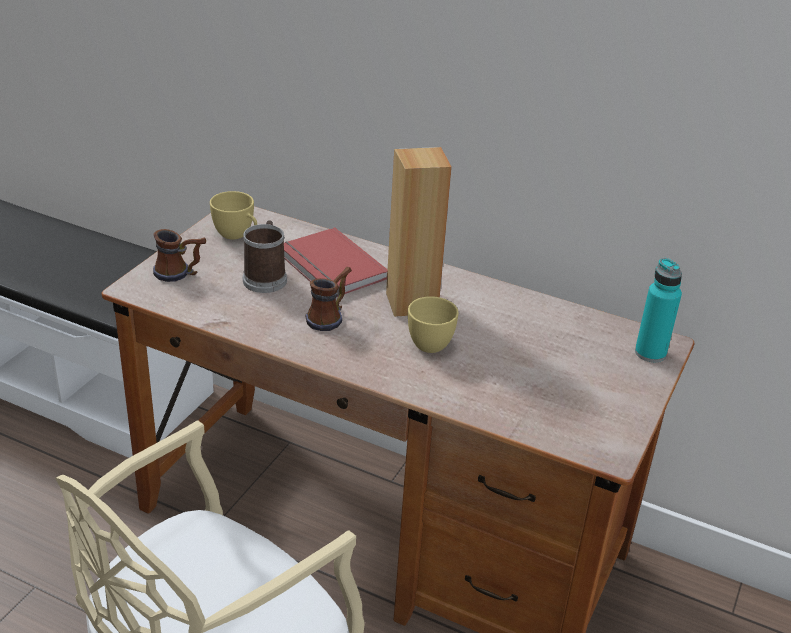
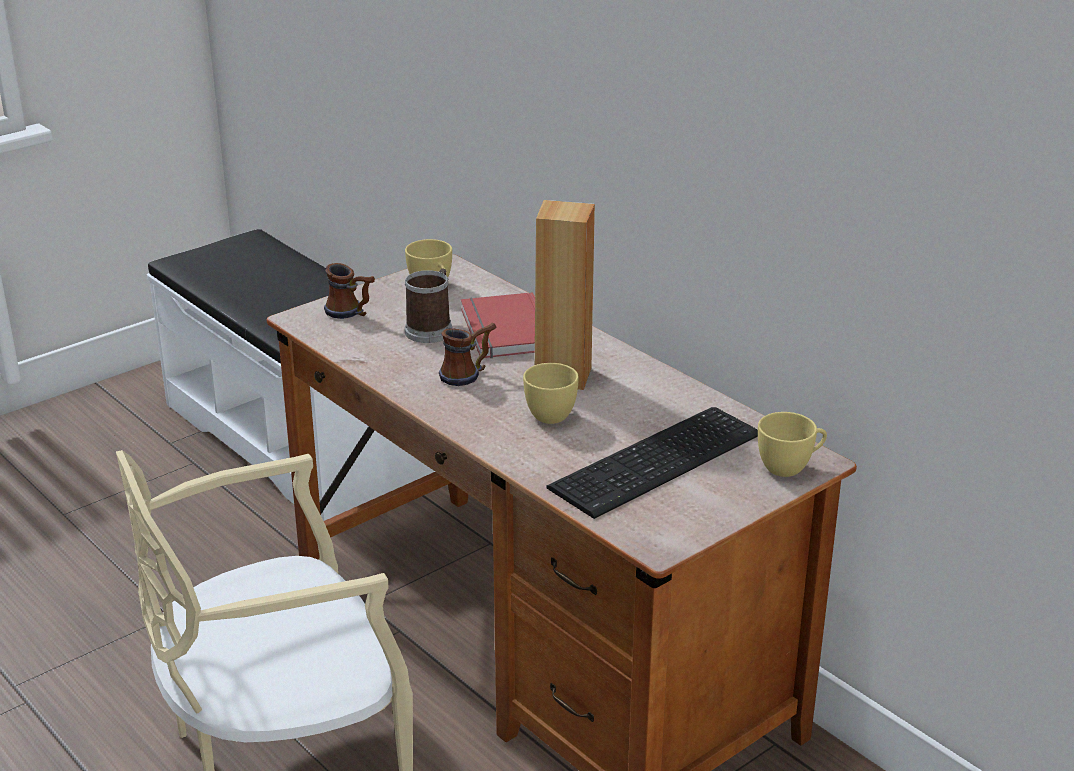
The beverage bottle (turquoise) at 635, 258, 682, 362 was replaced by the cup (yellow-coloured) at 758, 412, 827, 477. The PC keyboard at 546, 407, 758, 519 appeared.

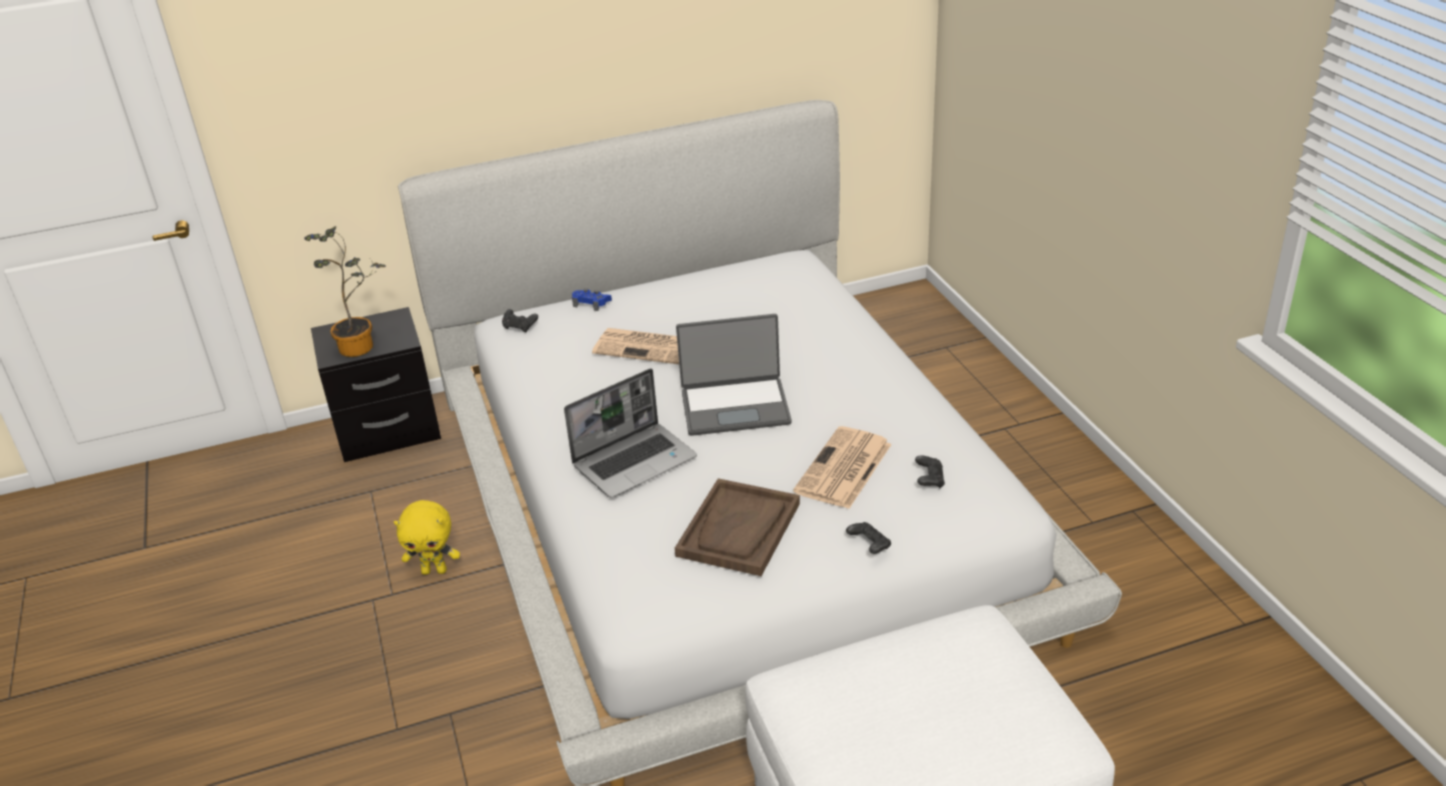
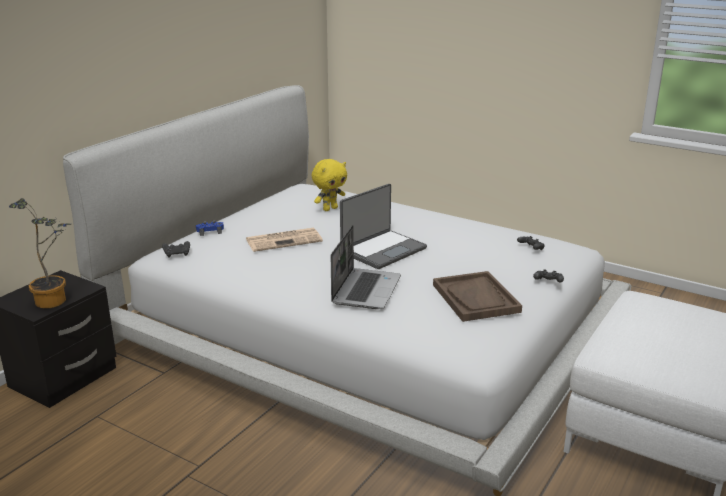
The printed paper at 793, 426, 892, 509 disappeared. The cuddly toy (yellow-coloured) moved from 394, 500, 460, 575 to 312, 159, 347, 211.

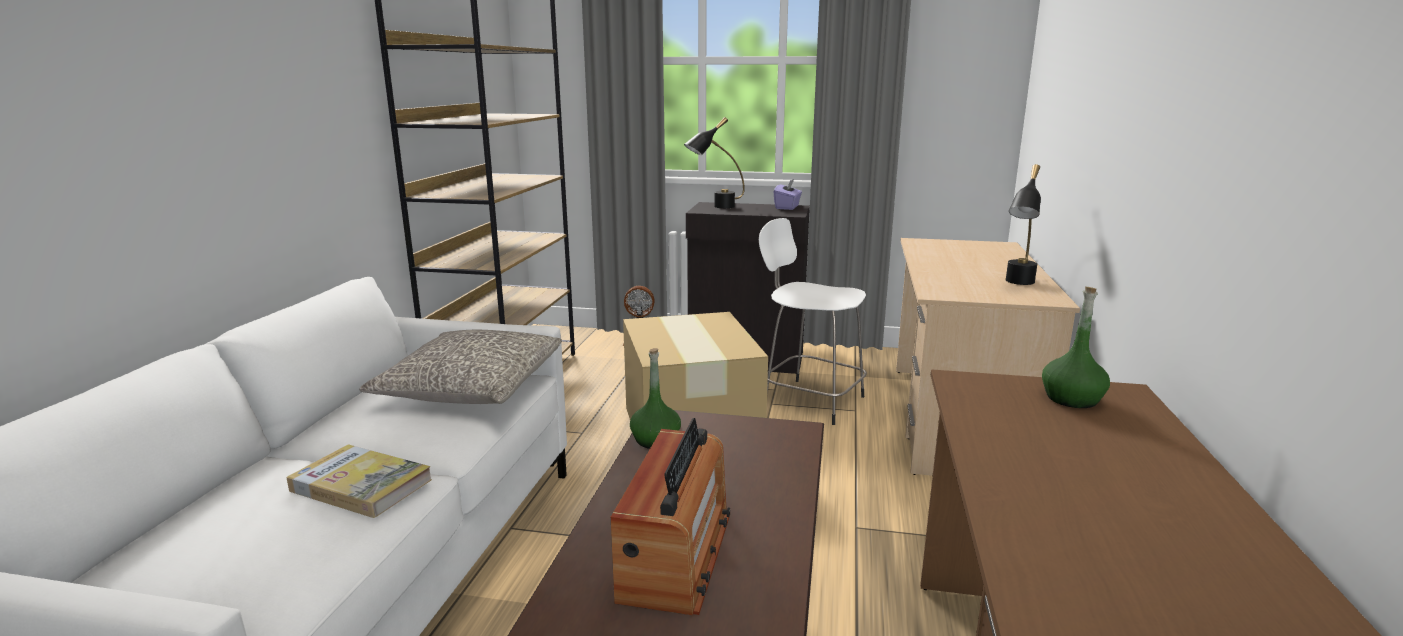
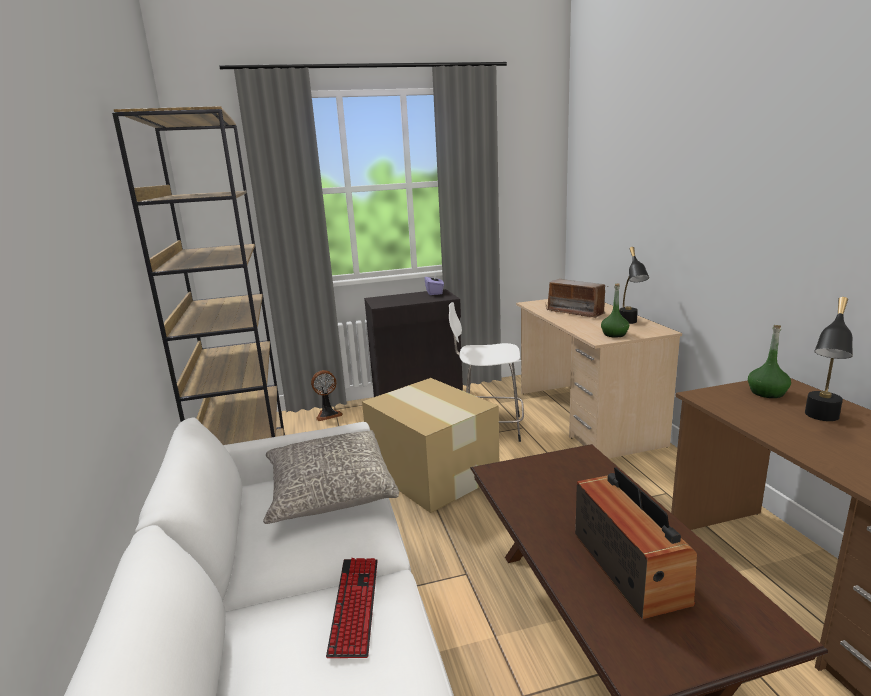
The lamp for a table (black) moved from 684, 117, 745, 208 to 805, 297, 852, 421. The beverage bottle (greenish) moved from 630, 348, 681, 449 to 601, 283, 629, 338. The bound book at 286, 444, 432, 518 was replaced by the PC keyboard at 326, 558, 378, 658. The radio receiver at 546, 279, 605, 318 appeared.

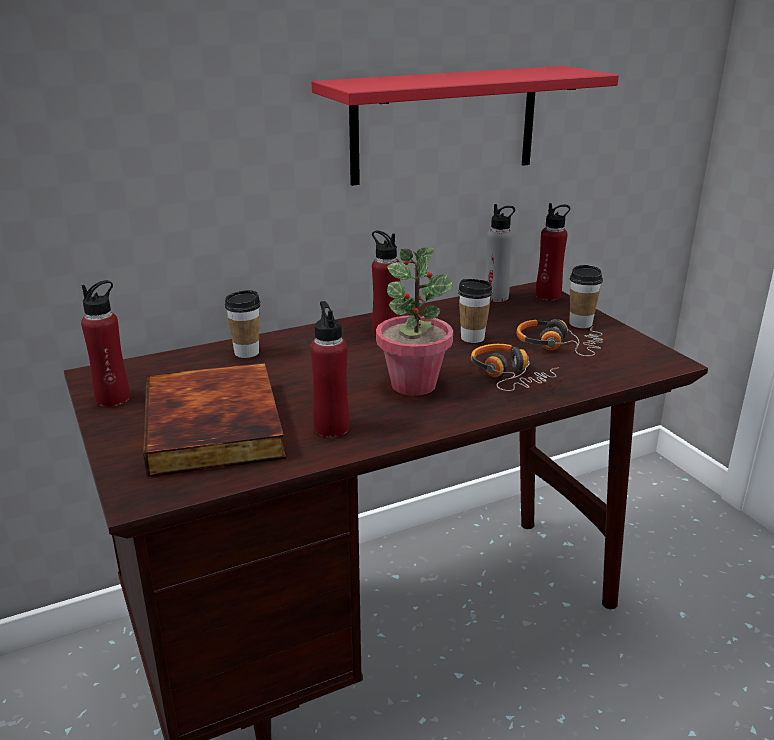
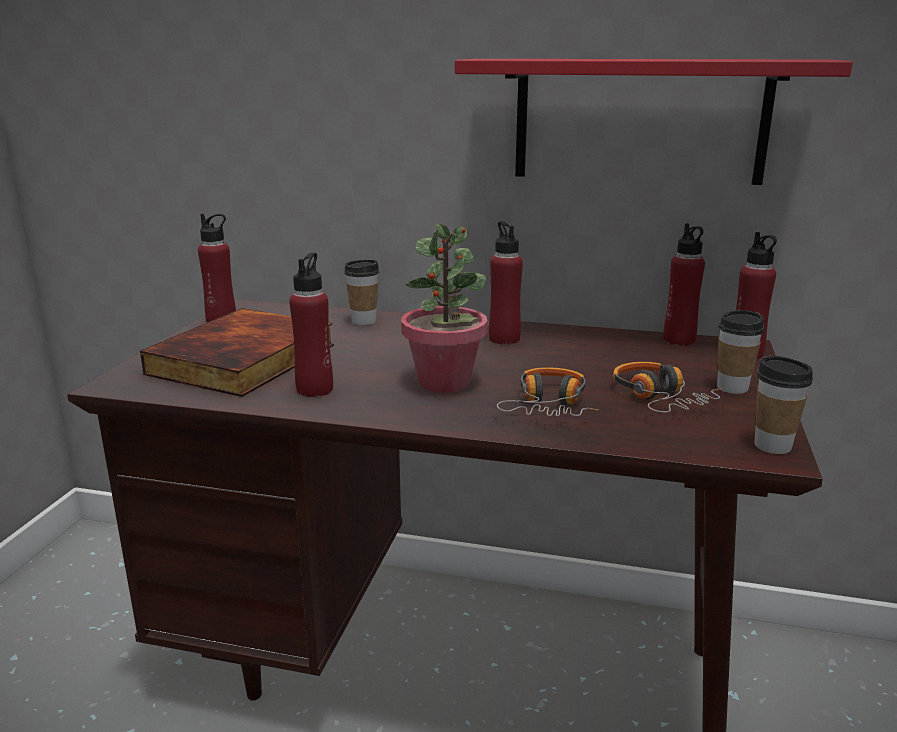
The beverage bottle (greyish) at 485, 204, 515, 302 became the beverage bottle (reddish) at 663, 223, 705, 346. The cup moved from 458, 279, 492, 343 to 754, 356, 813, 454.

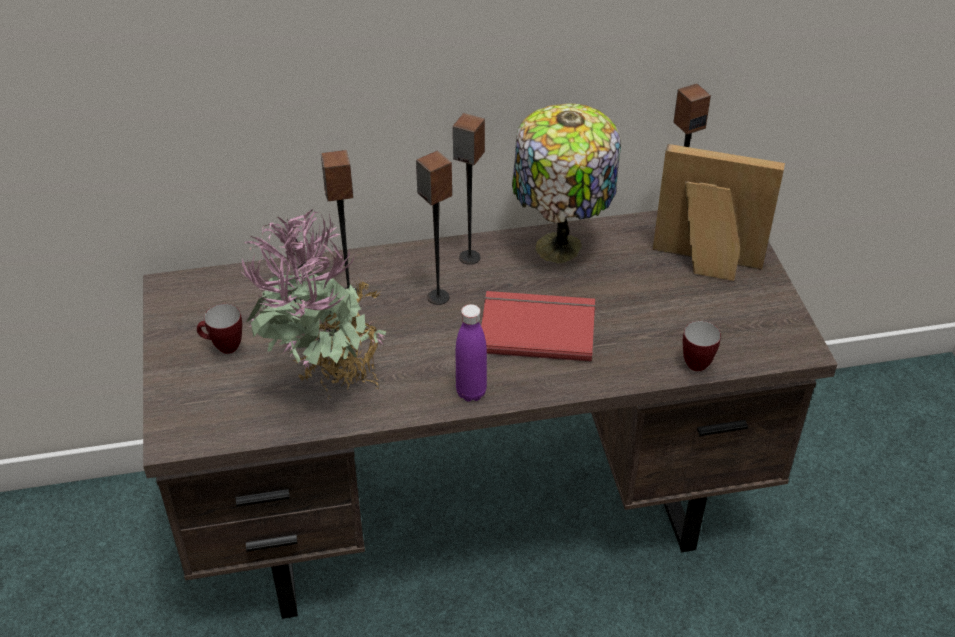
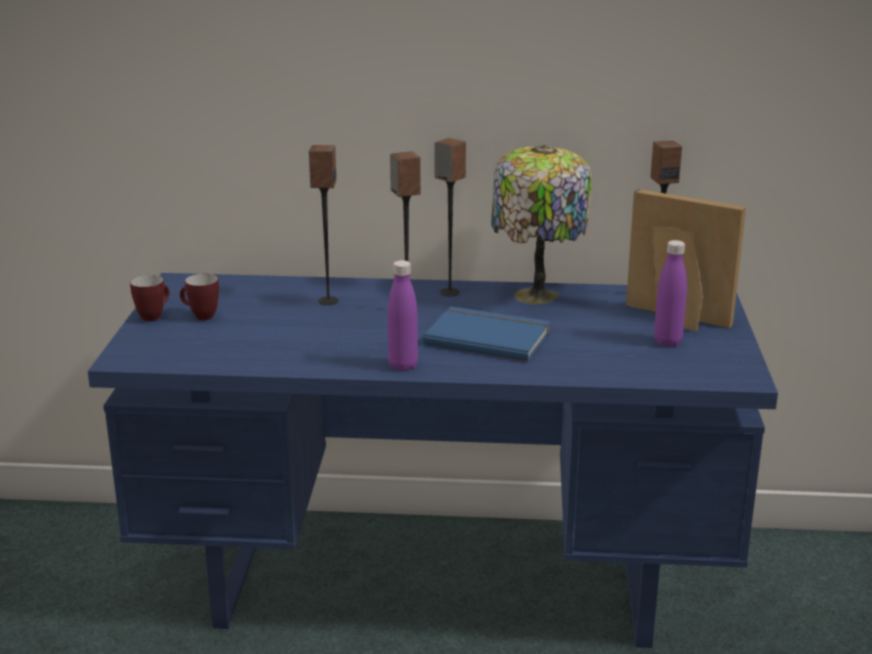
The potted plant at 238, 208, 386, 399 disappeared. The desk table (brownish) at 143, 210, 837, 619 became the desk table (bluish) at 88, 273, 778, 648. The bound book (reddish) at 481, 291, 596, 362 became the bound book (bluish) at 423, 306, 550, 362. The tea mug moved from 683, 321, 721, 371 to 130, 275, 170, 322. The beverage bottle (purple-coloured) at 654, 240, 687, 347 appeared.

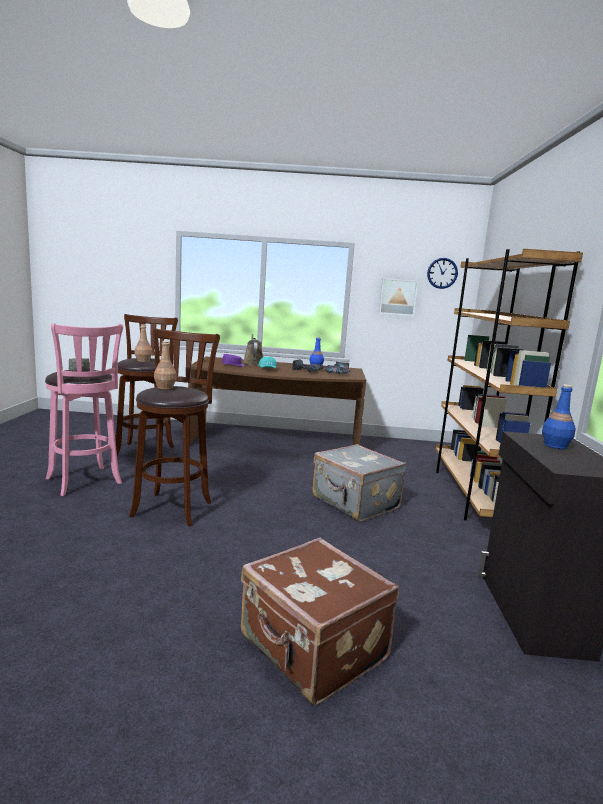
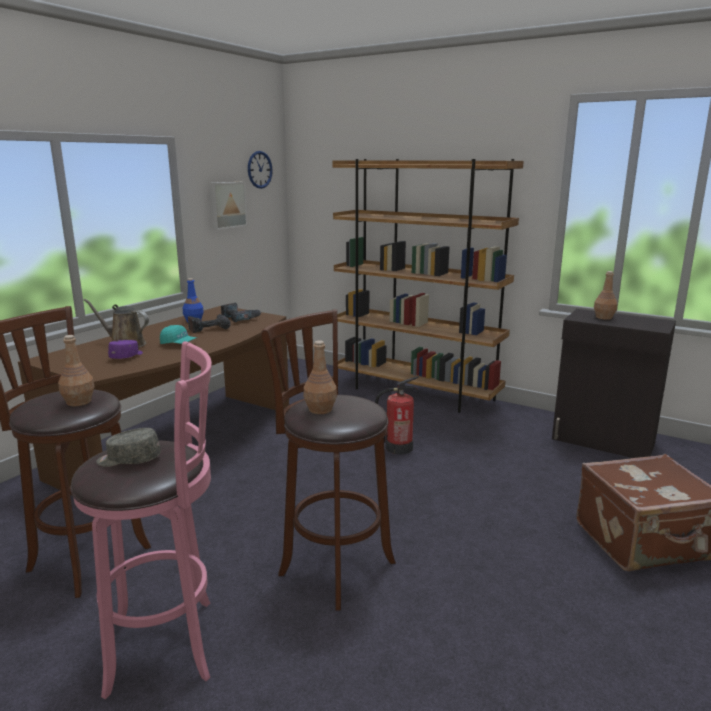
The beverage bottle (bluish) at 542, 384, 576, 449 became the beverage bottle (brownish) at 594, 271, 618, 320. The piece of luggage (greyish) at 312, 444, 406, 522 was replaced by the fire-fighting cylinder at 375, 376, 419, 454.

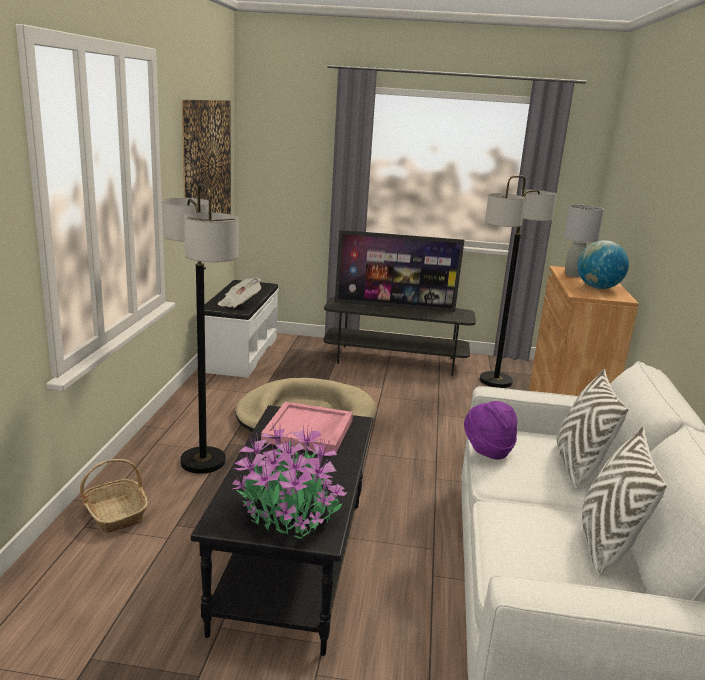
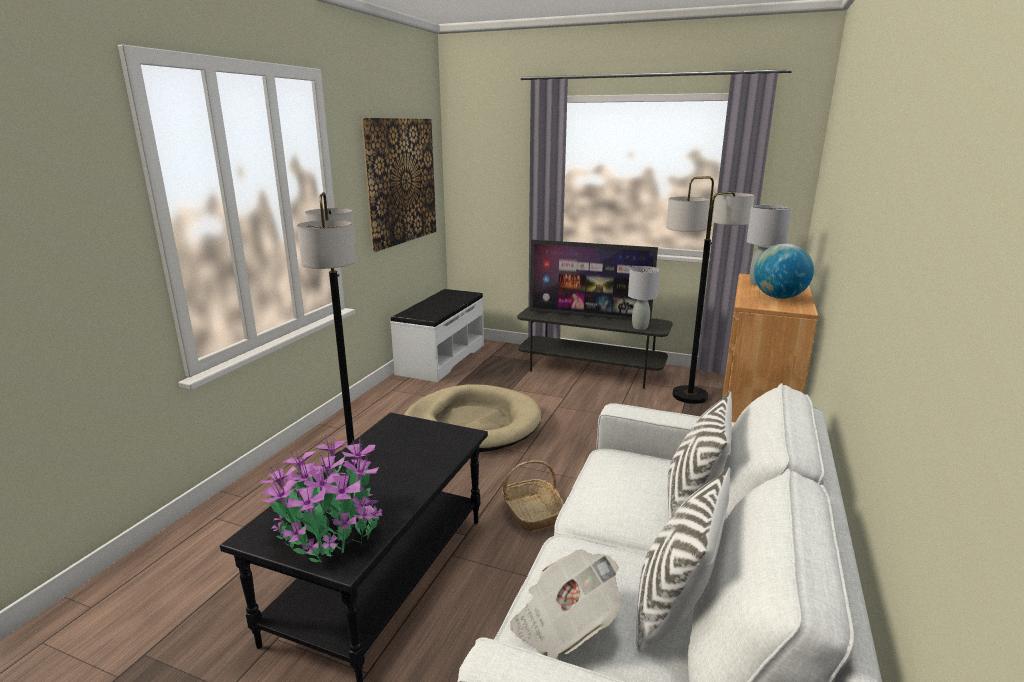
The printed paper moved from 218, 278, 261, 308 to 510, 549, 622, 659. The carrying tray (pink) at 261, 401, 353, 453 disappeared. The hat (purple-coloured) at 464, 401, 517, 460 disappeared. The basket moved from 80, 459, 148, 533 to 502, 460, 564, 532. The lamp for a table (greyish) at 628, 266, 660, 330 appeared.

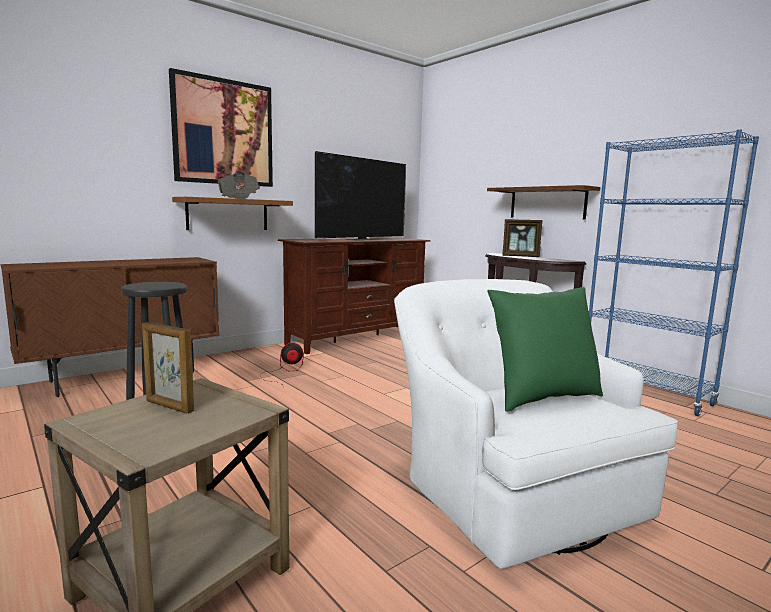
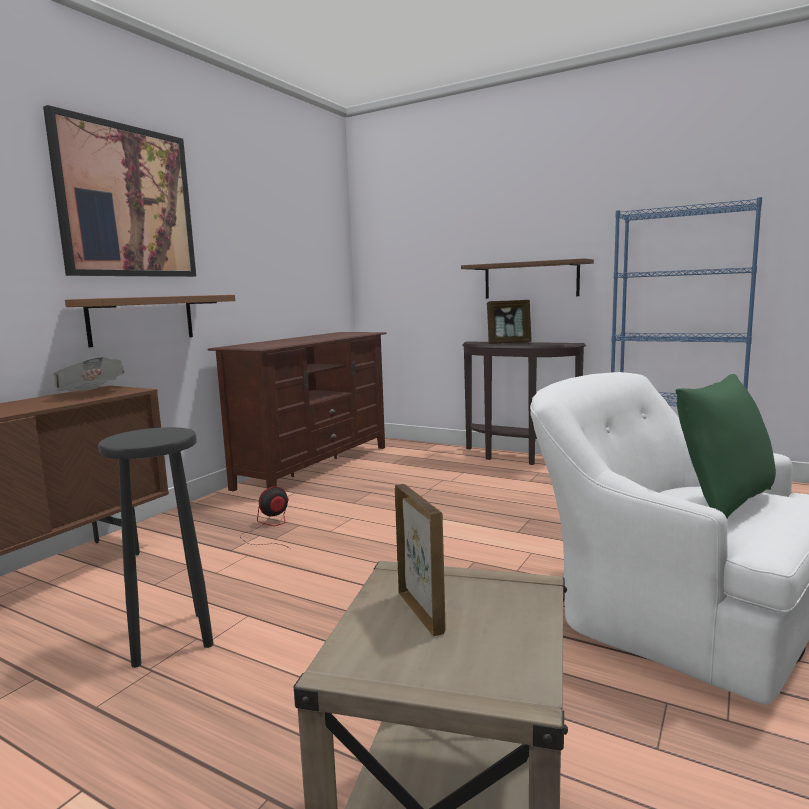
The TV at 315, 151, 406, 241 disappeared. The printed paper moved from 217, 173, 260, 199 to 54, 357, 125, 391. The photo frame at 142, 322, 194, 414 turned 120 degrees counterclockwise.

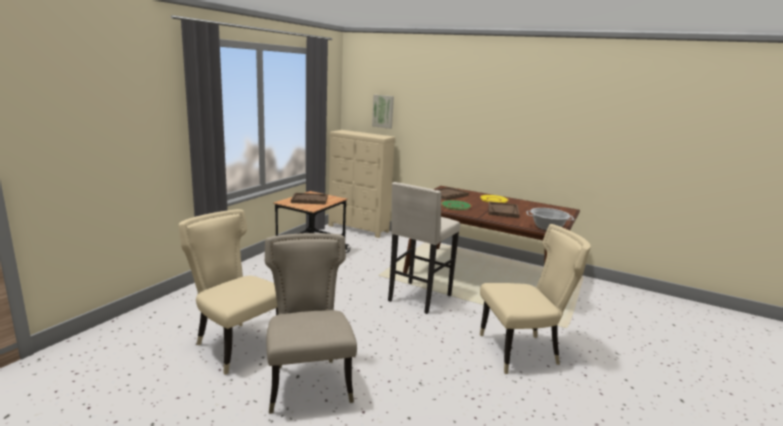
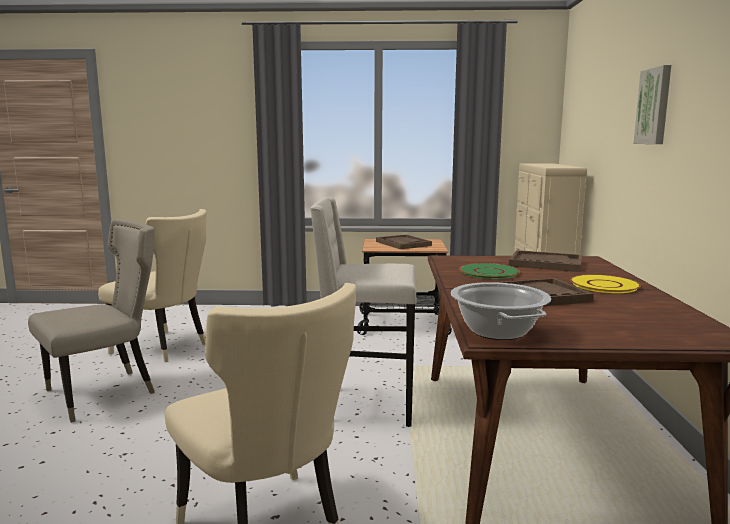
The wall art moved from 372, 95, 394, 129 to 633, 65, 671, 144. The plain chair (sand-coloured) at 179, 209, 278, 375 turned 105 degrees clockwise.

